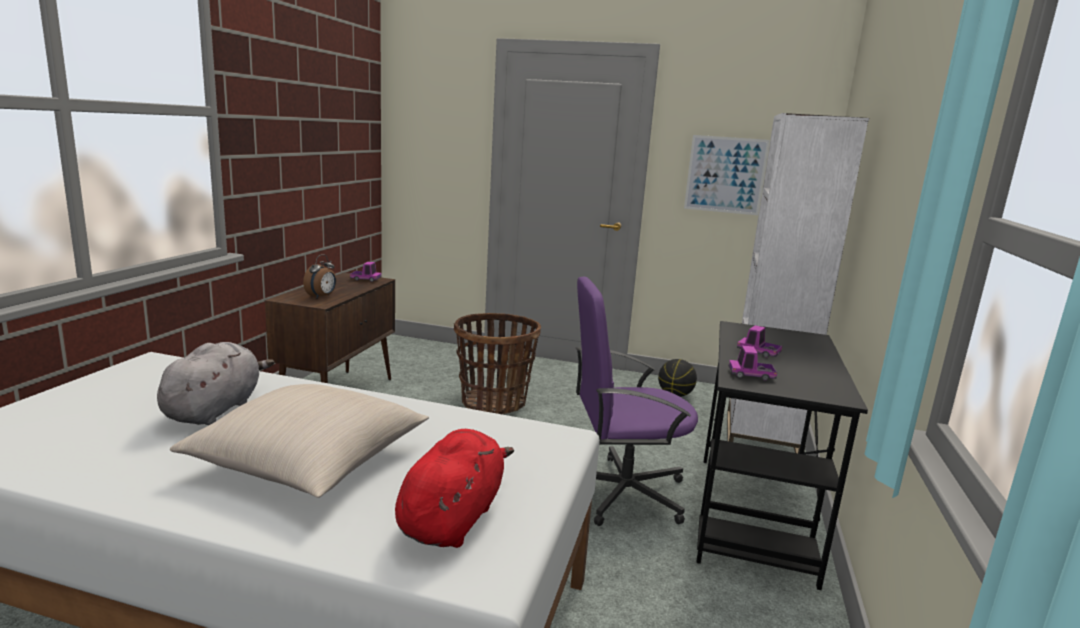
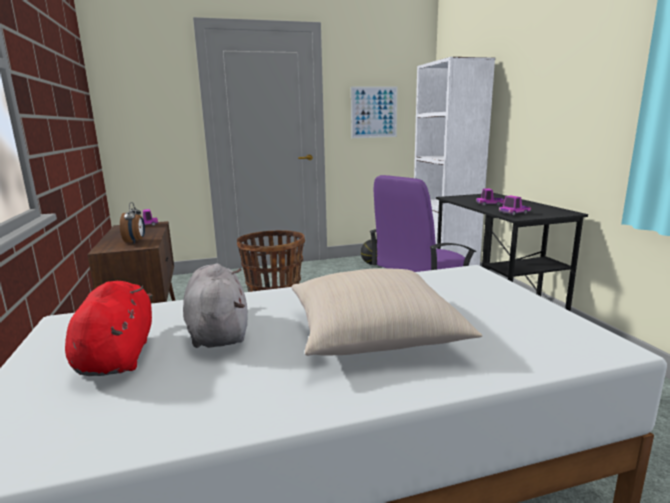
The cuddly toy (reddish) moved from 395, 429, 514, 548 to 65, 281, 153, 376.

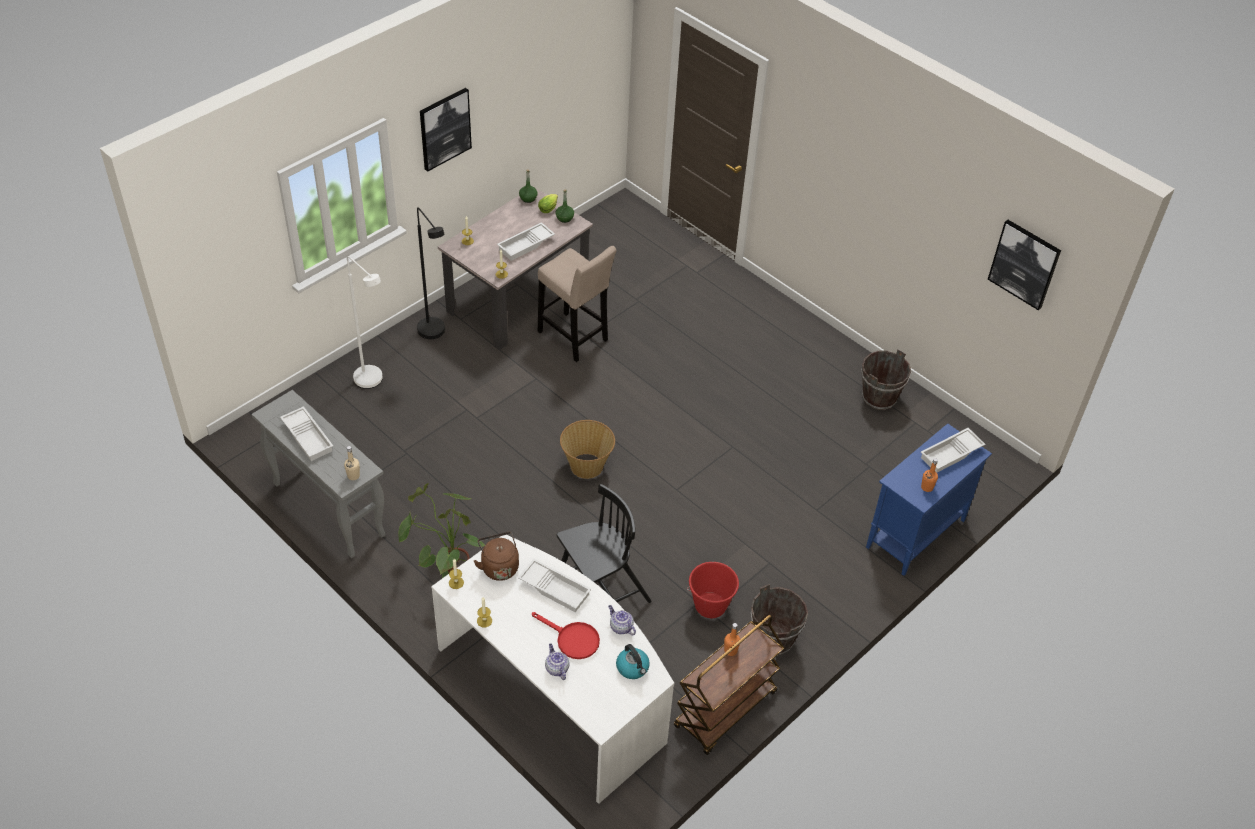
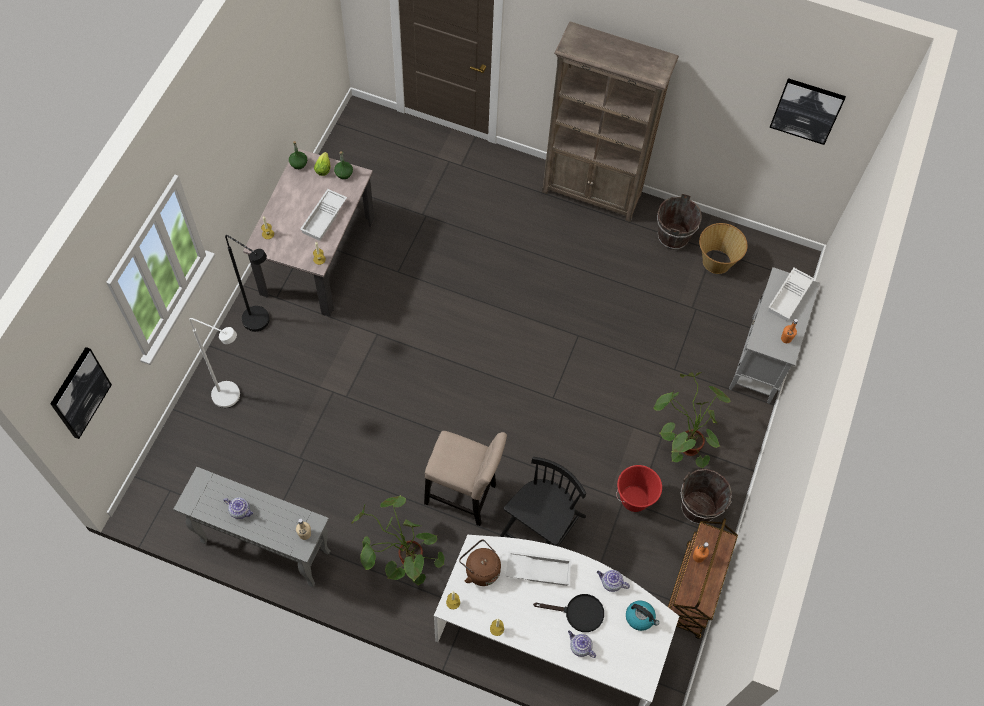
The wall art moved from 420, 88, 472, 172 to 50, 347, 112, 439. The stool (sand-coloured) moved from 538, 246, 616, 362 to 424, 431, 507, 526. The carrying tray (white) at 280, 406, 333, 461 was replaced by the teapot at 224, 498, 253, 519. The basket moved from 560, 420, 615, 479 to 699, 223, 748, 274. The cupboard (bluish) at 866, 423, 992, 576 became the cupboard (greyish) at 729, 267, 820, 404. The frying pan (reddish) at 532, 612, 600, 659 became the frying pan (black) at 533, 594, 604, 632. The shelving unit (brownish) at 542, 22, 679, 222 appeared. The potted plant at 653, 372, 731, 468 appeared.

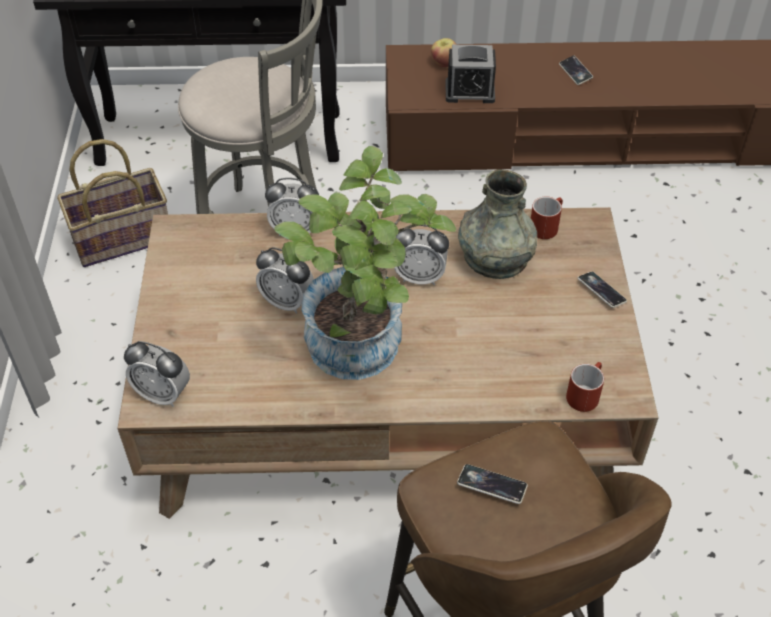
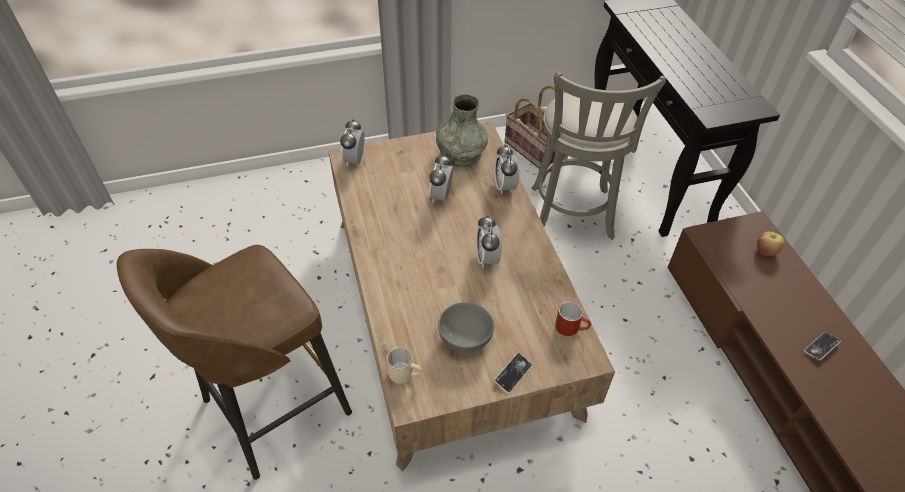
The table clock at 446, 45, 496, 103 disappeared. The potted plant at 274, 146, 456, 380 disappeared. The vase (greyish) moved from 458, 169, 537, 279 to 436, 94, 488, 167. The tea mug (reddish) at 566, 362, 604, 412 became the tea mug (sand-coloured) at 387, 347, 422, 383. The phone at 457, 464, 528, 504 disappeared. The deep dish (greyish) at 438, 302, 494, 353 appeared.

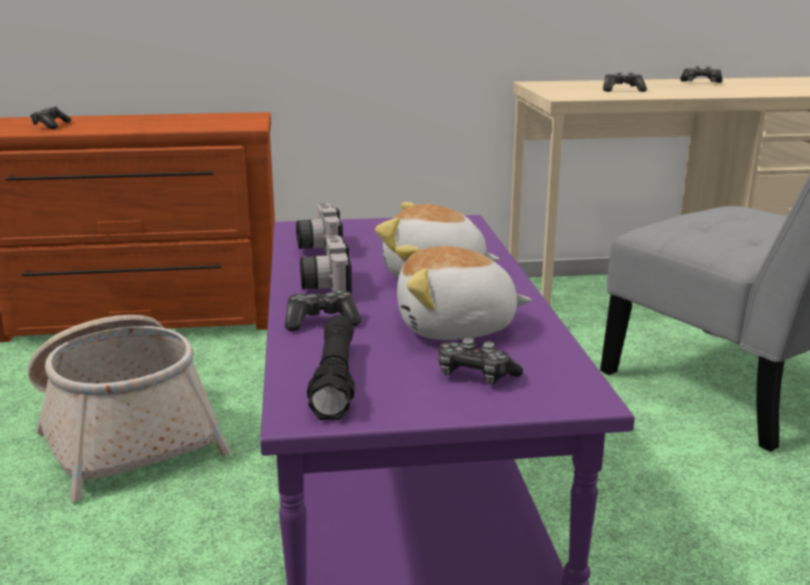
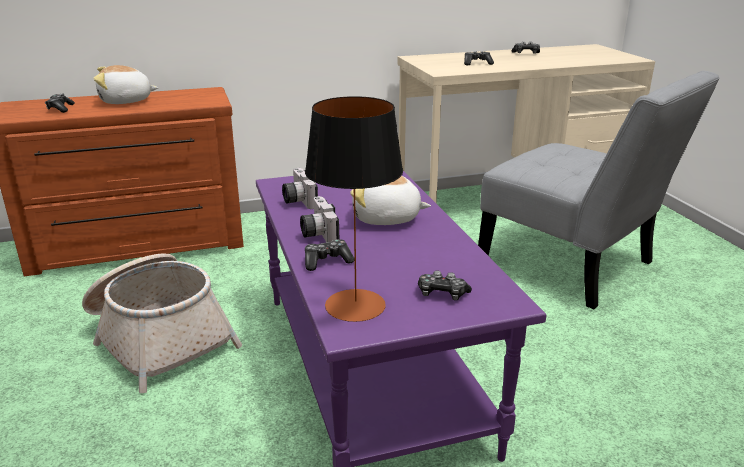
The cuddly toy moved from 395, 245, 532, 340 to 93, 65, 159, 104. The hand torch (black) at 307, 315, 355, 420 was replaced by the lamp for a table at 305, 96, 403, 322.

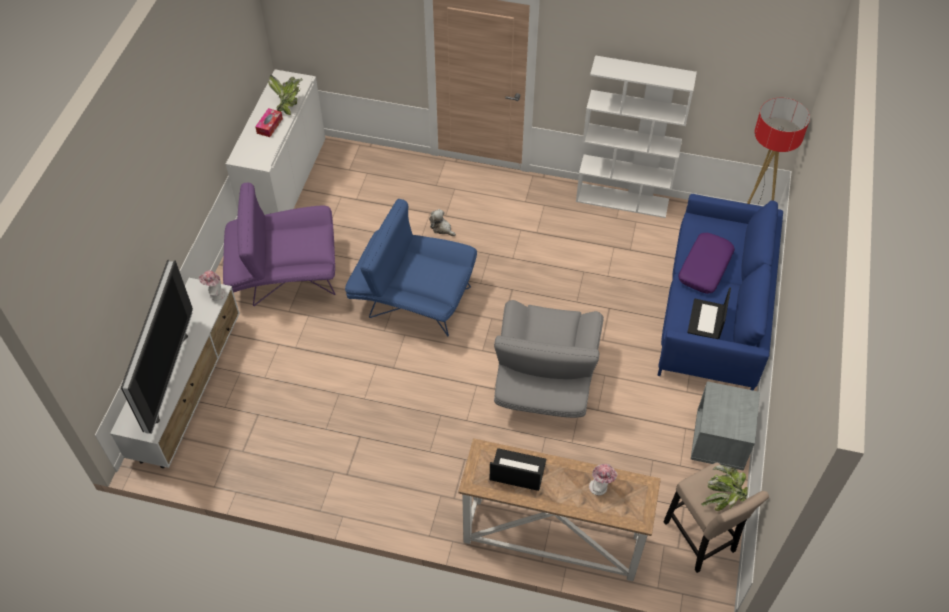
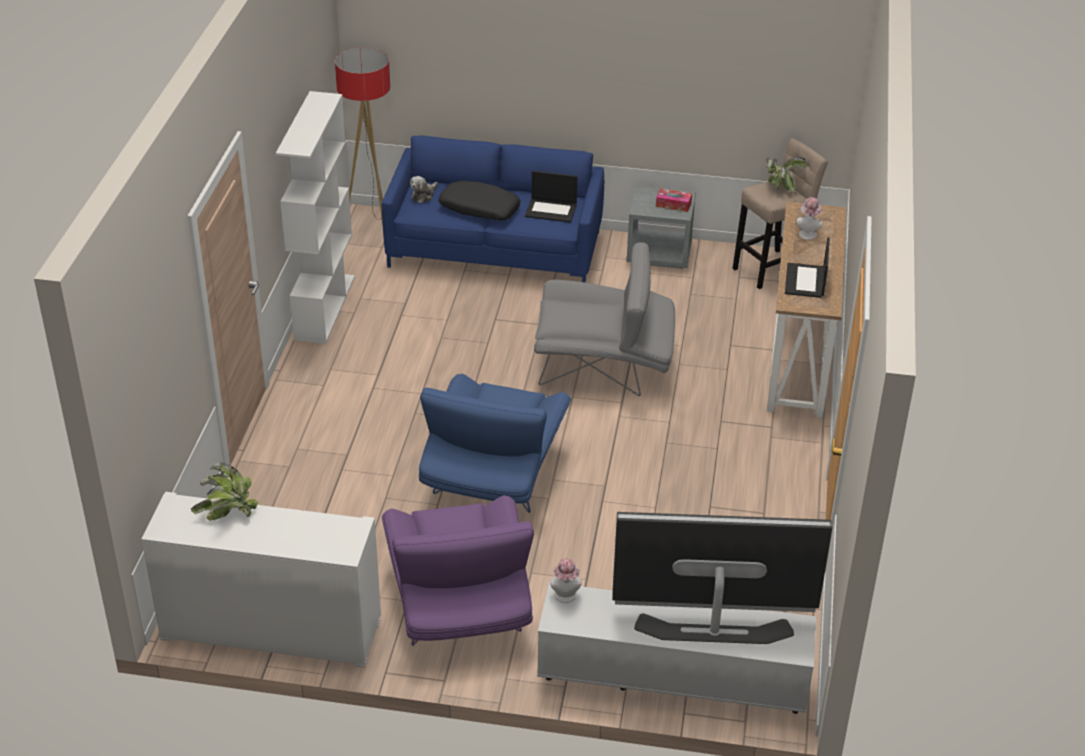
The tissue holder moved from 255, 108, 283, 137 to 656, 188, 692, 212. The cuddly toy moved from 429, 209, 456, 236 to 410, 176, 438, 203. The throw pillow (purple-coloured) at 678, 233, 735, 294 became the throw pillow (black) at 438, 181, 521, 220.

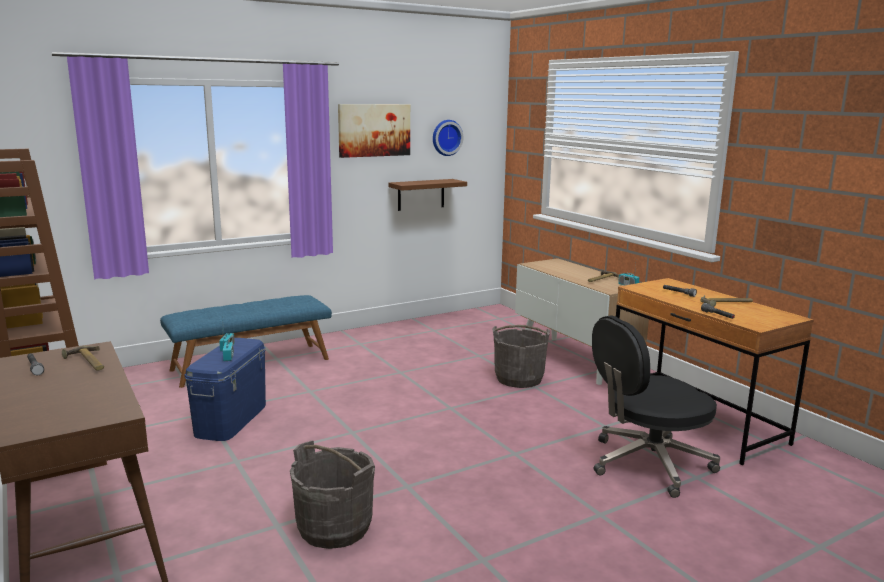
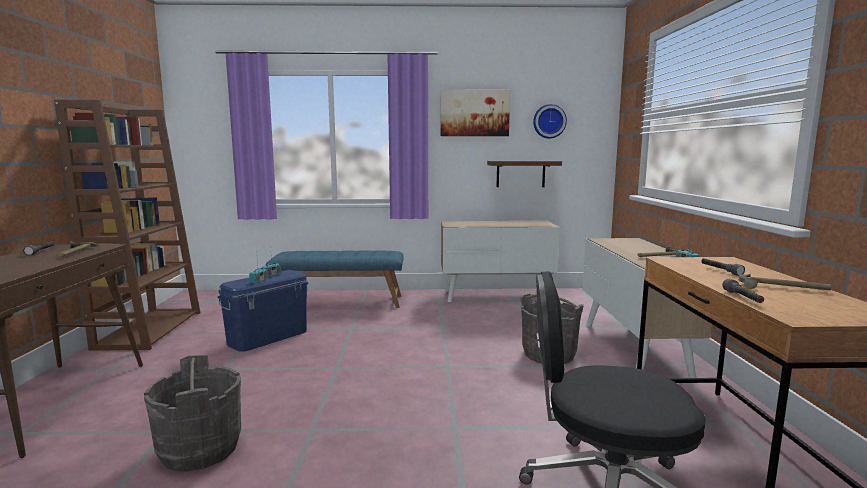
The cupboard at 441, 221, 560, 302 appeared.

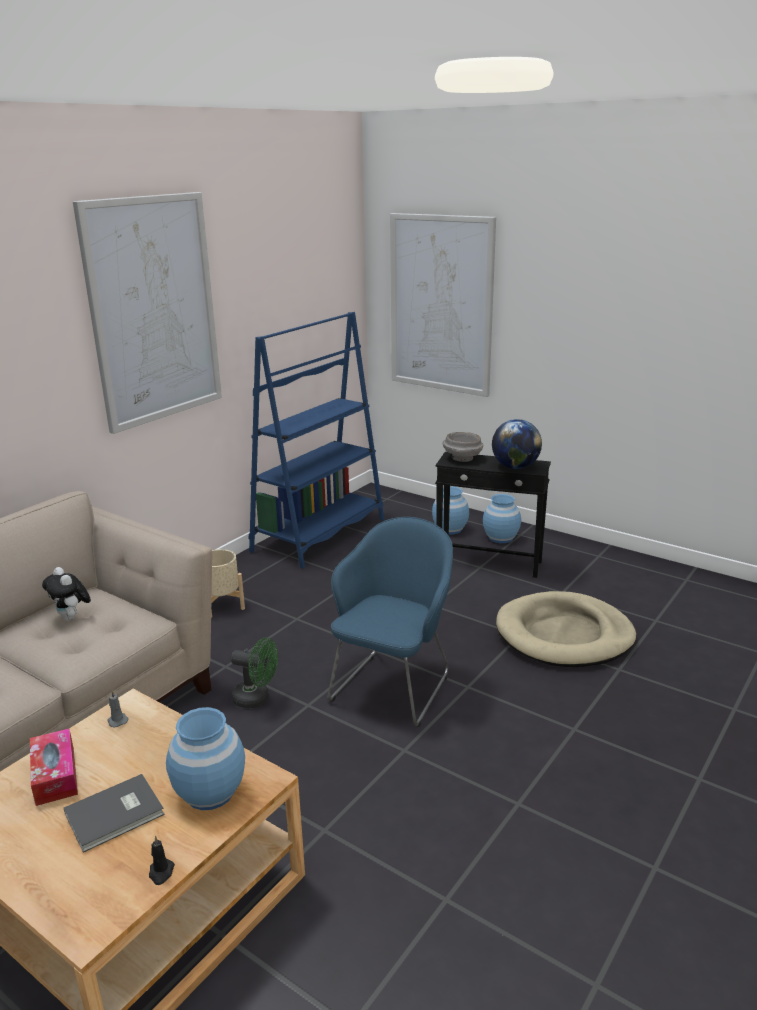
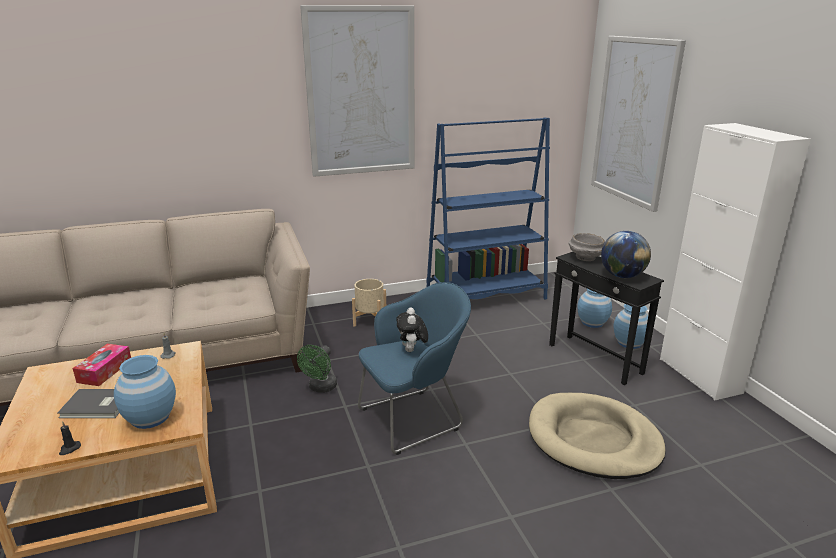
The cuddly toy moved from 42, 567, 91, 621 to 396, 307, 428, 352. The electric fan (greenish) at 231, 638, 278, 708 turned 60 degrees clockwise. The cupboard (white) at 660, 123, 811, 400 appeared.

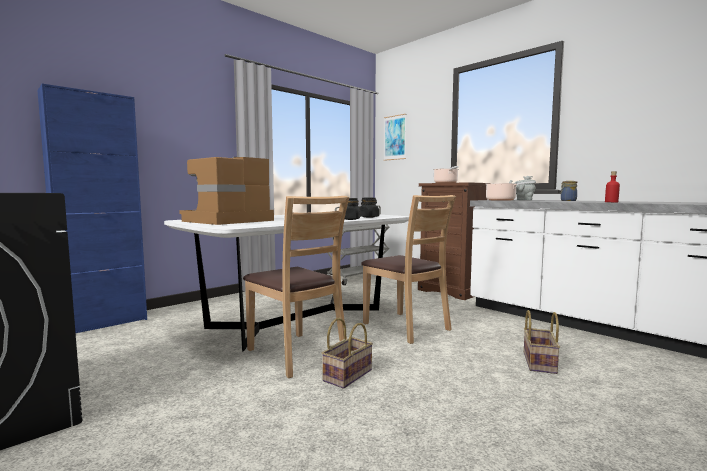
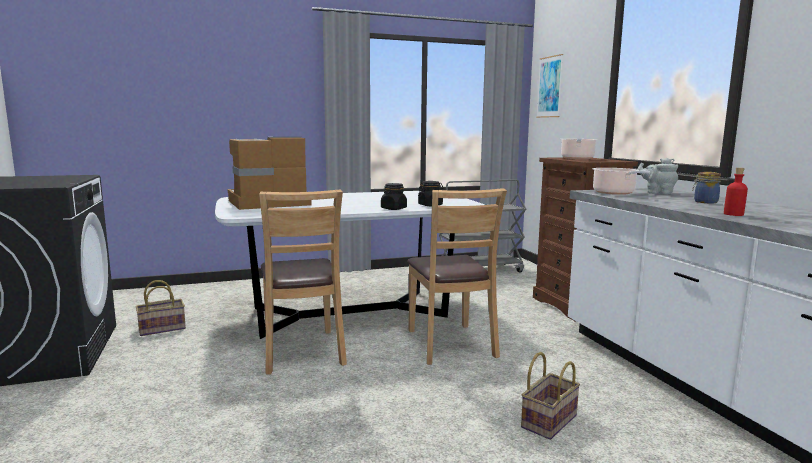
The cupboard (bluish) at 37, 84, 147, 333 disappeared. The basket moved from 322, 318, 373, 389 to 136, 280, 186, 336.

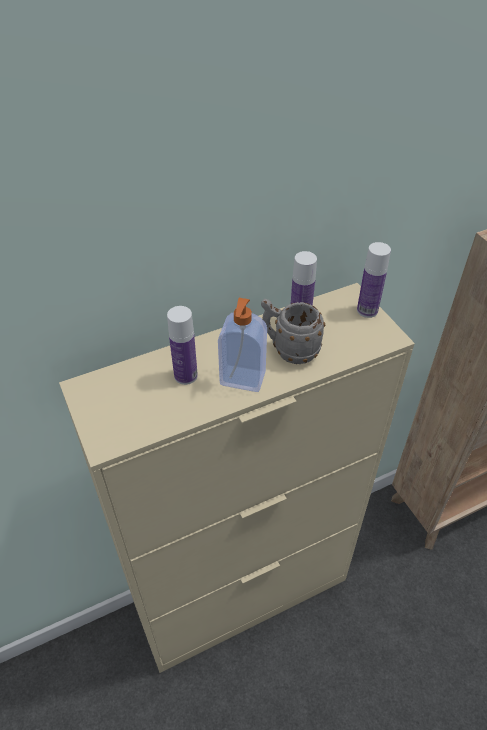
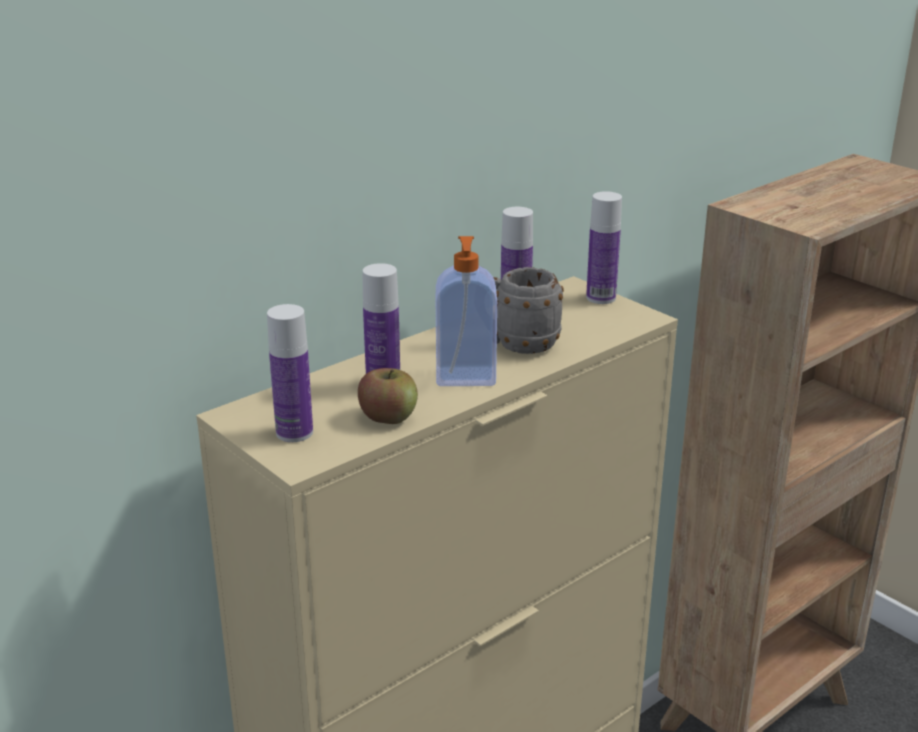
The beverage bottle at 267, 304, 313, 442 appeared. The apple at 358, 368, 418, 424 appeared.

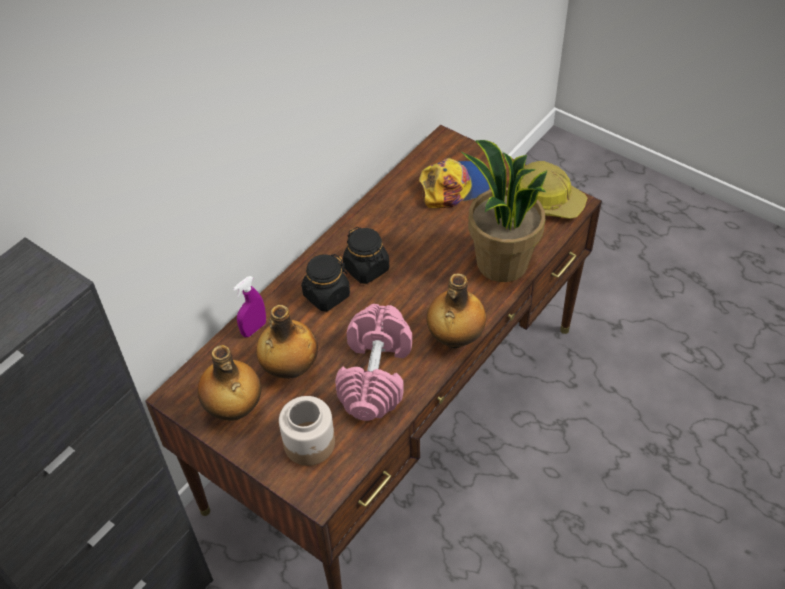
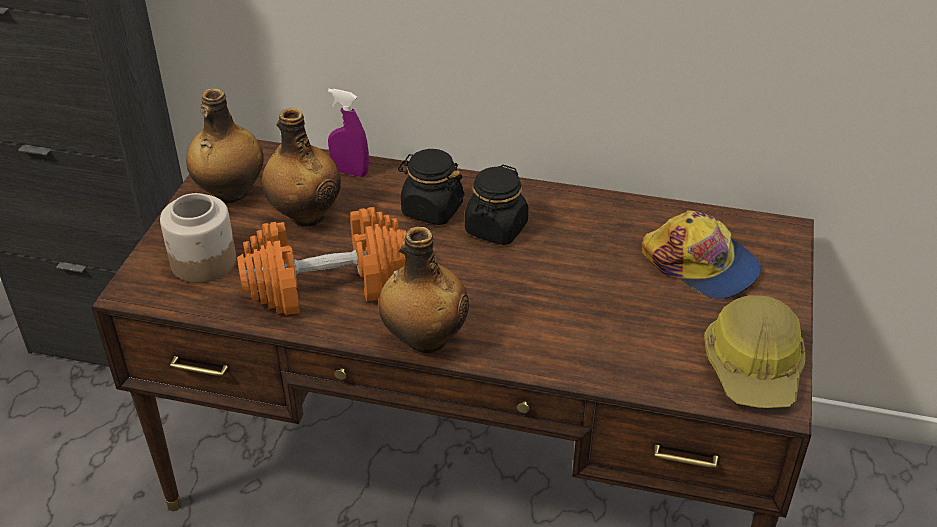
The potted plant at 461, 140, 548, 282 disappeared. The hand weight (pink) at 335, 304, 412, 421 became the hand weight (orange-coloured) at 237, 207, 407, 315.

